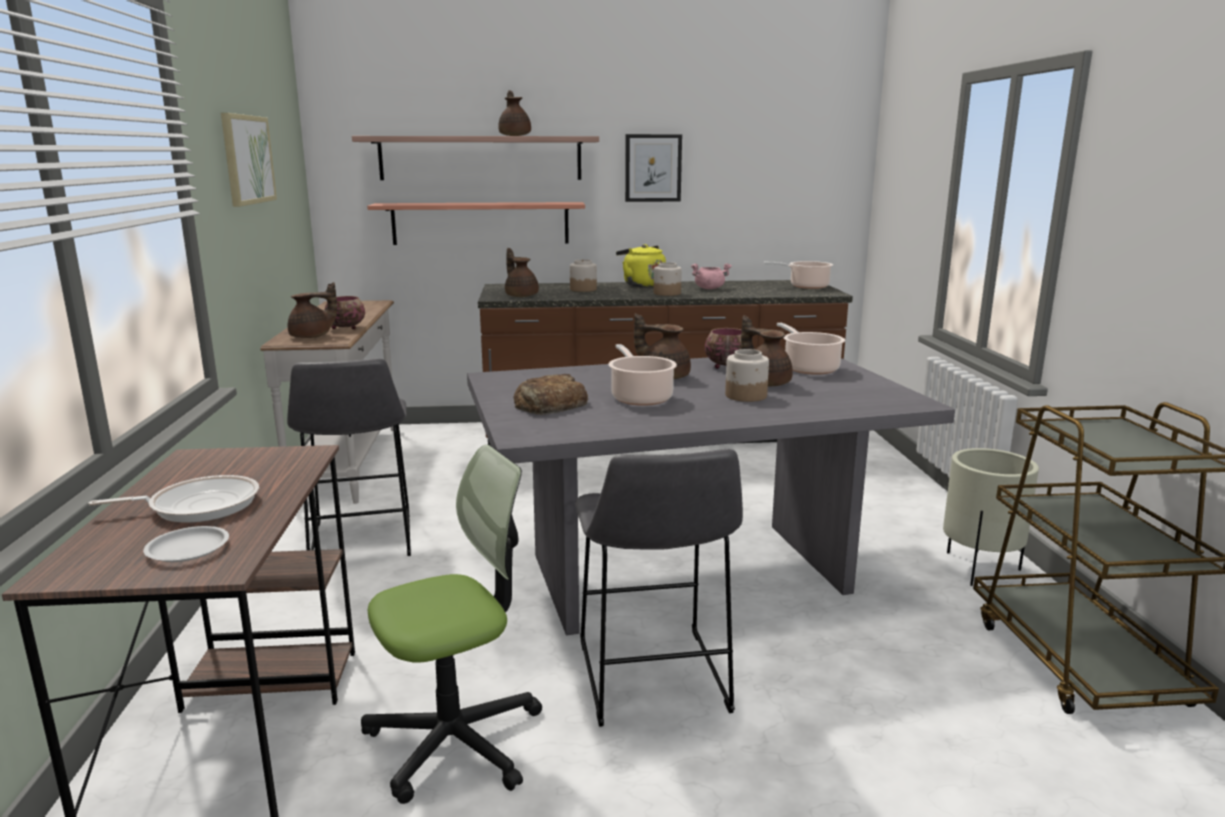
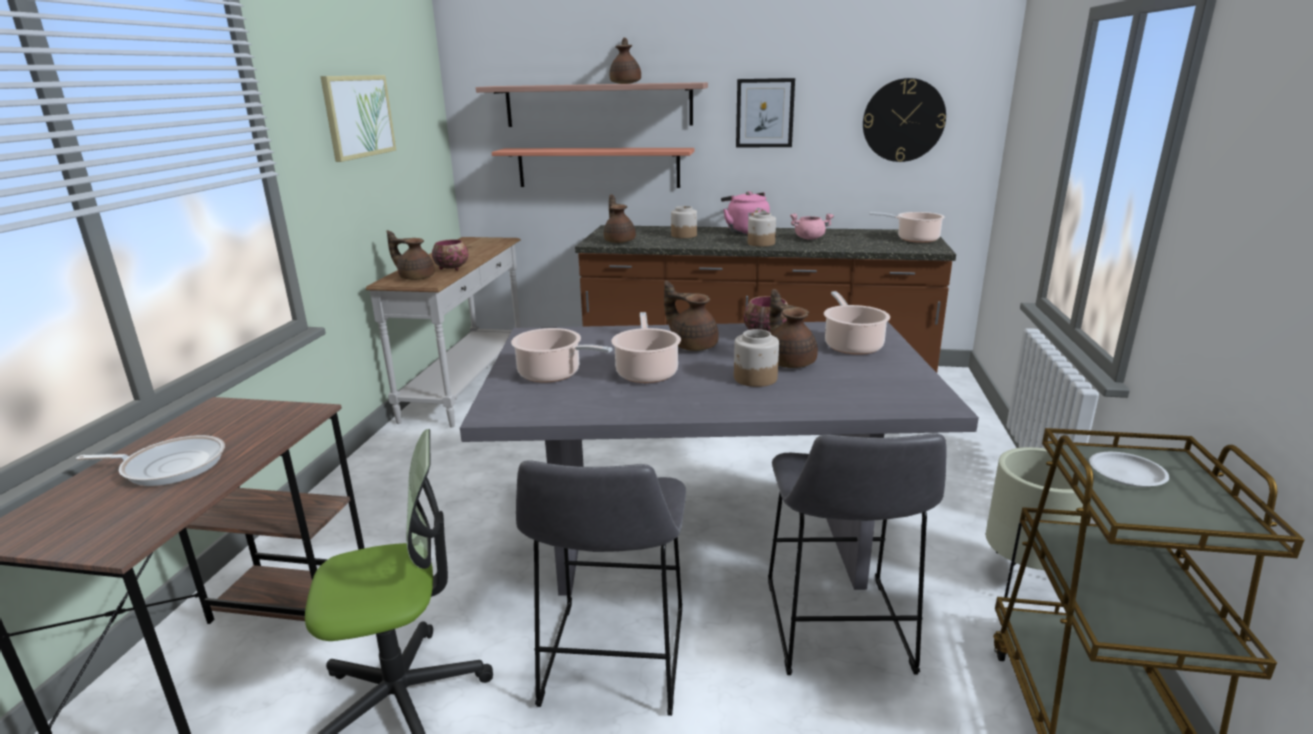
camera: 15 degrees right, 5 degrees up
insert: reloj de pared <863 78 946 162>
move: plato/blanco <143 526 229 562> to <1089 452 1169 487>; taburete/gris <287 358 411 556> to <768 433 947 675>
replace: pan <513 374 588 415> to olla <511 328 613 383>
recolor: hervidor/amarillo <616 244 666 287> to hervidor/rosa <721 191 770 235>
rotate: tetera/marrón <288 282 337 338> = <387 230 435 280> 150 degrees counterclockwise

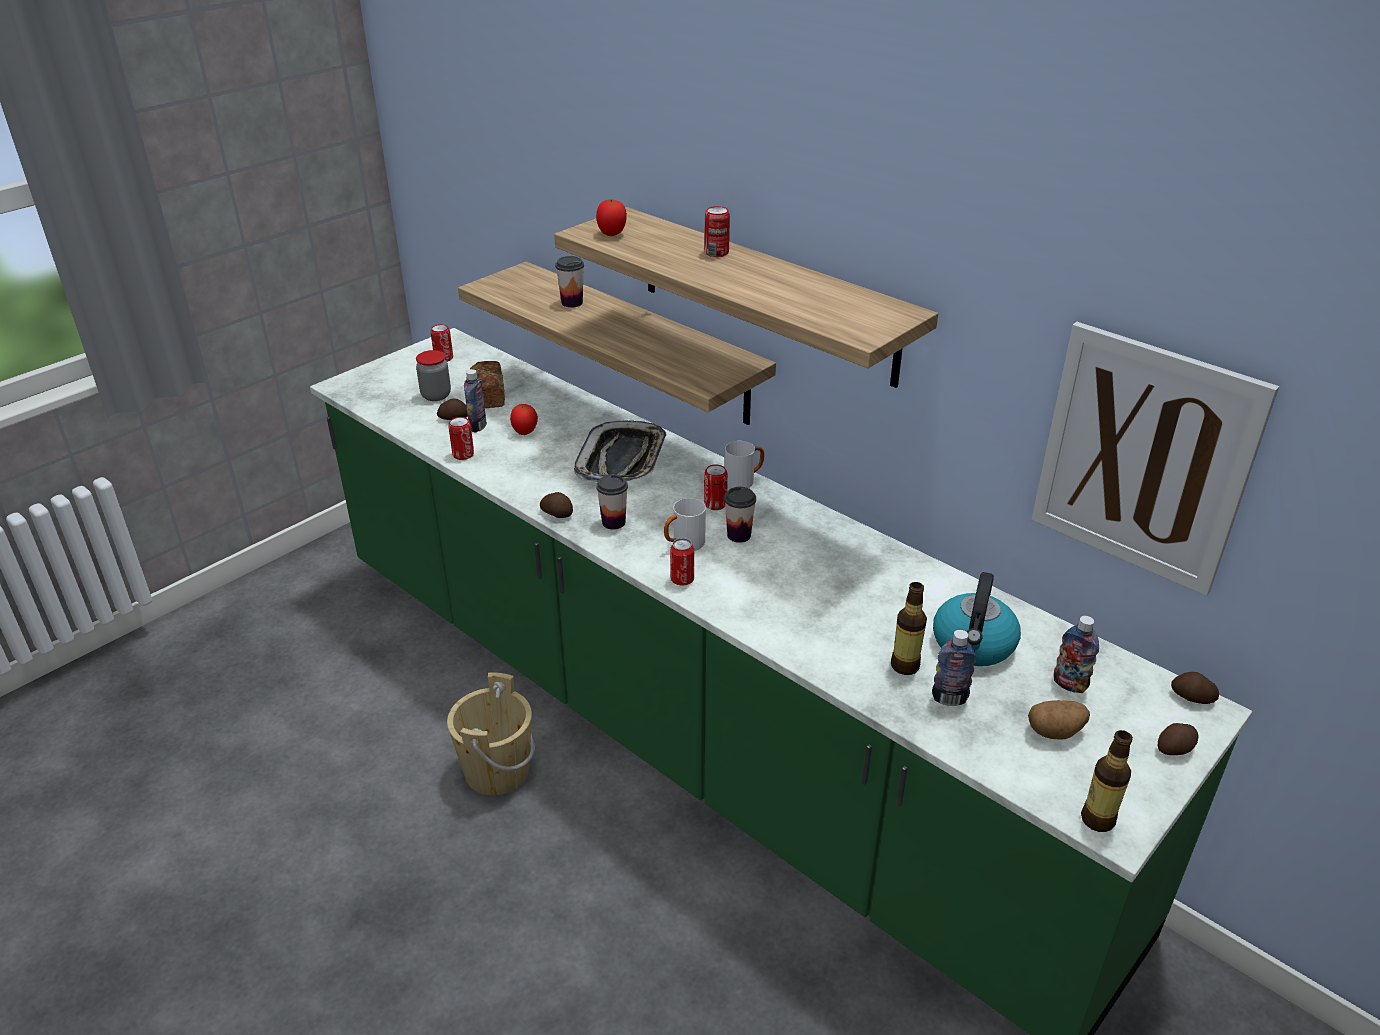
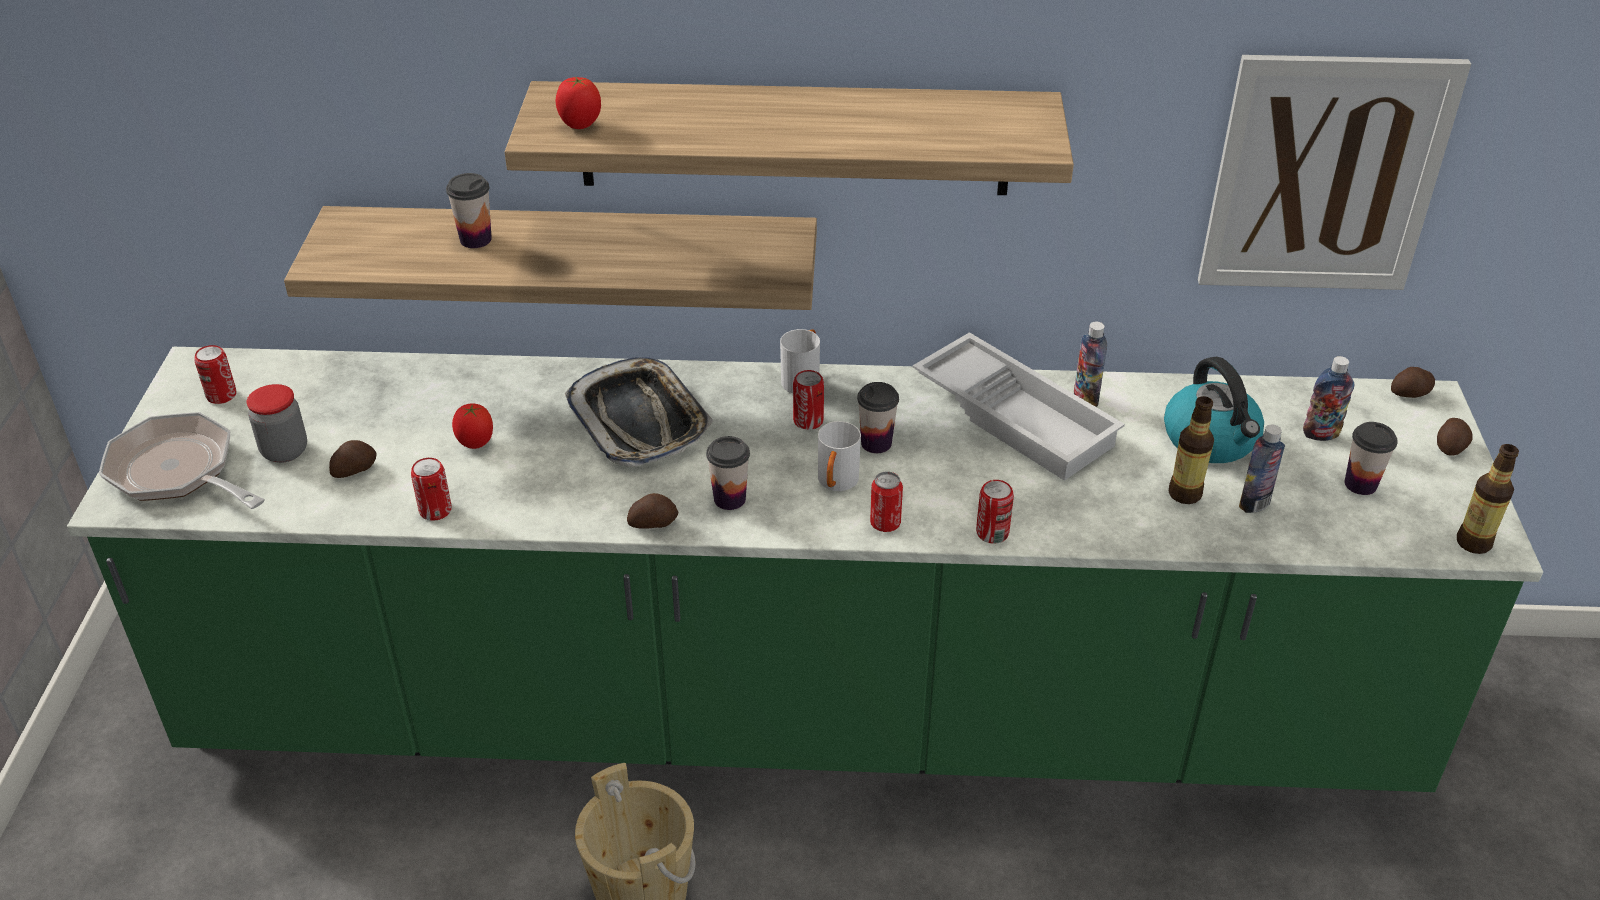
camera: 40 degrees left, 5 degrees up
delete: pan <470 361 505 408>
insert: sartén <99 412 265 509>; bandeja/blanco <913 332 1125 481>
move: botella <464 369 487 433> to <1074 321 1107 407>; lata <704 206 730 257> to <976 480 1014 544>
replace: patata <1028 700 1090 739> to taza <1344 422 1398 495>

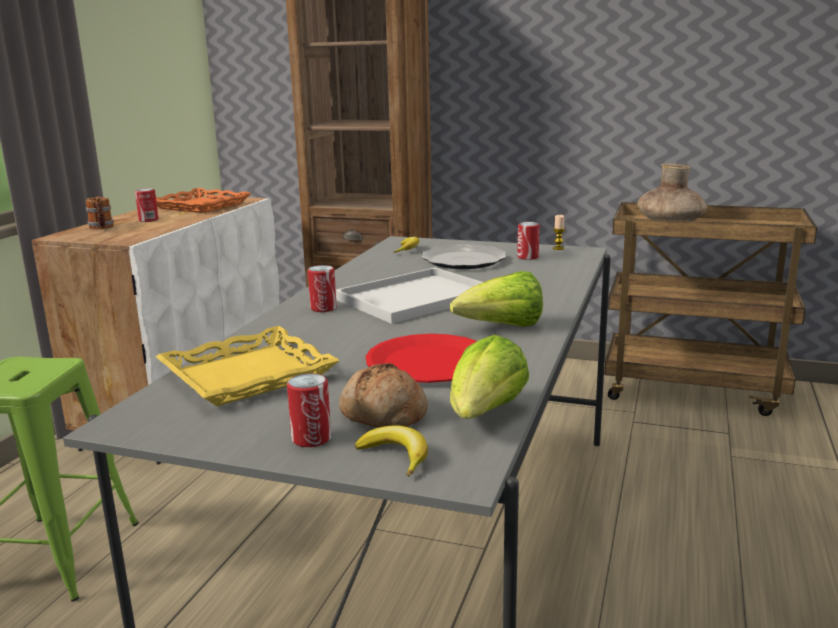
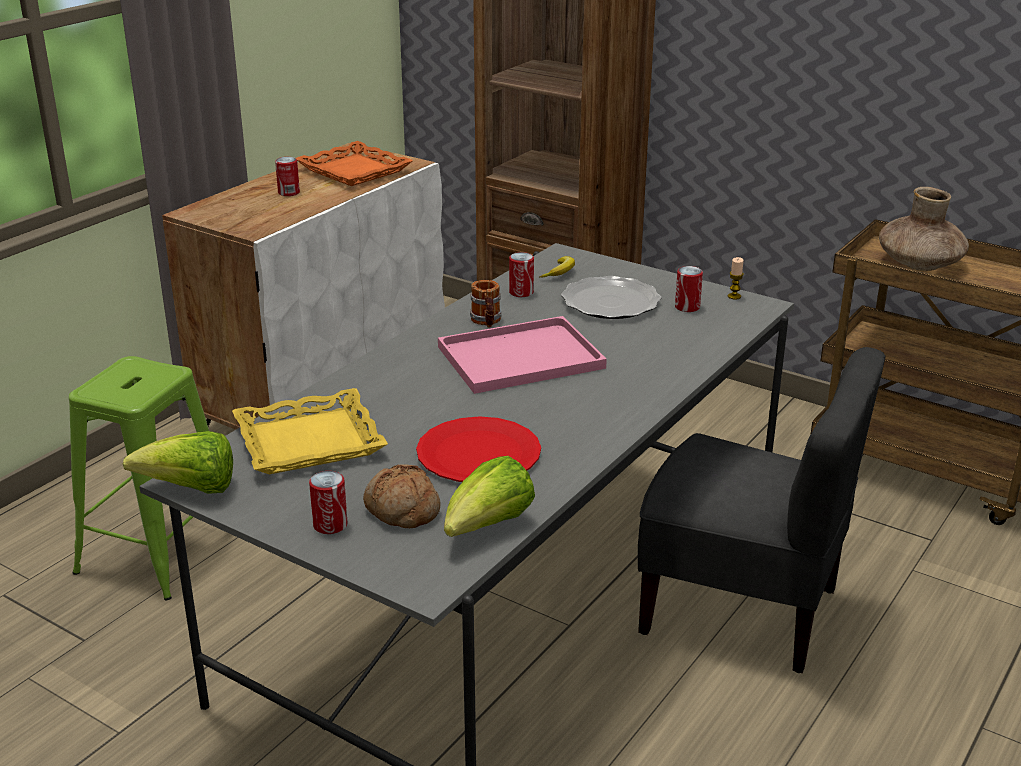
camera: 15 degrees right, 10 degrees up
delete: plátano <355 425 428 476>
insert: silla/gris <638 347 886 673>
move: taza grande <86 197 114 230> to <470 280 502 328>; lata <308 265 337 312> to <509 252 534 297>; lechuga <450 271 543 327> to <123 431 233 494>
recolor: bandeja/blanco <336 267 483 324> to bandeja/rosa <438 316 607 394>

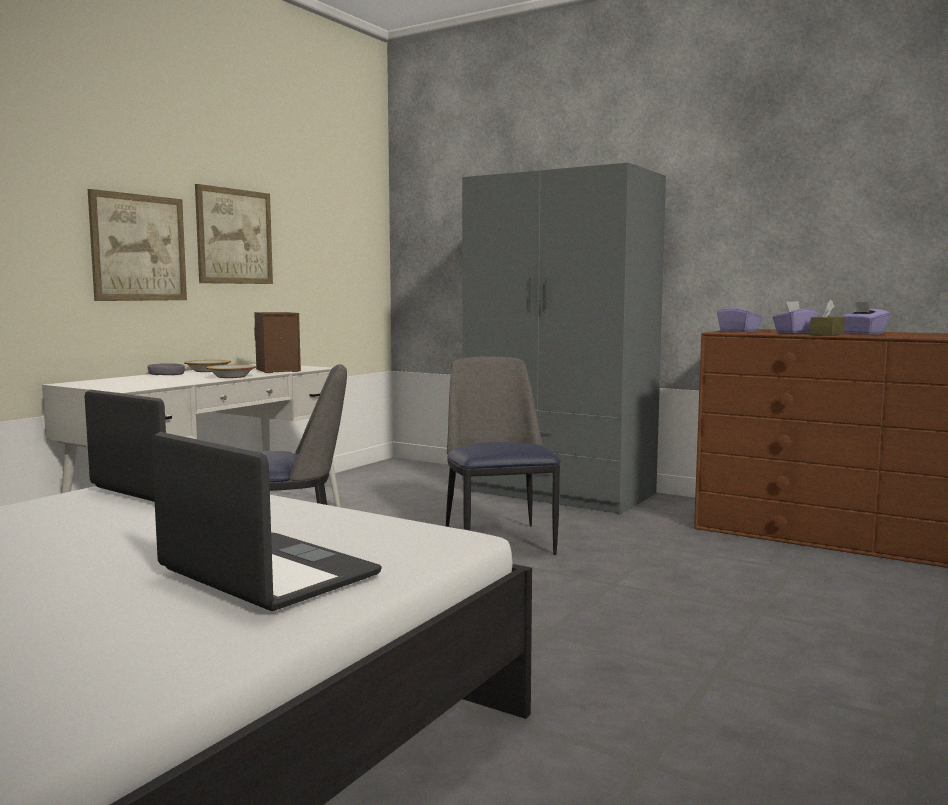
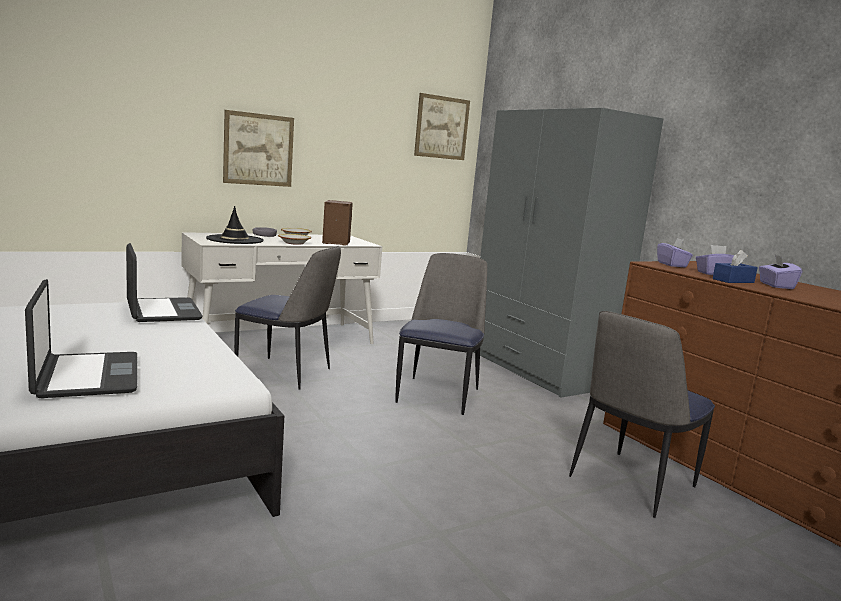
camera: 25 degrees right, 5 degrees up
insert: sombrero/negro <206 206 264 244>; silla <569 311 715 518>
move: cuadro <195 184 273 284> to <414 93 470 160>
recolor: caja de pañuelos/marrón <810 300 845 336> to caja de pañuelos/azul <713 250 758 283>

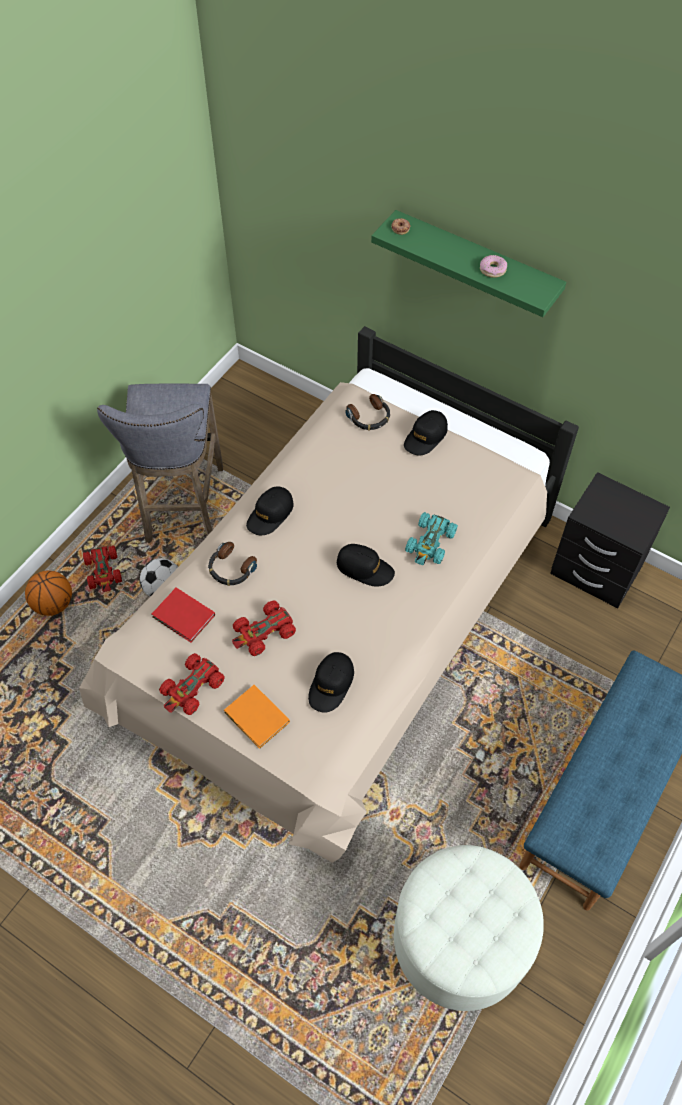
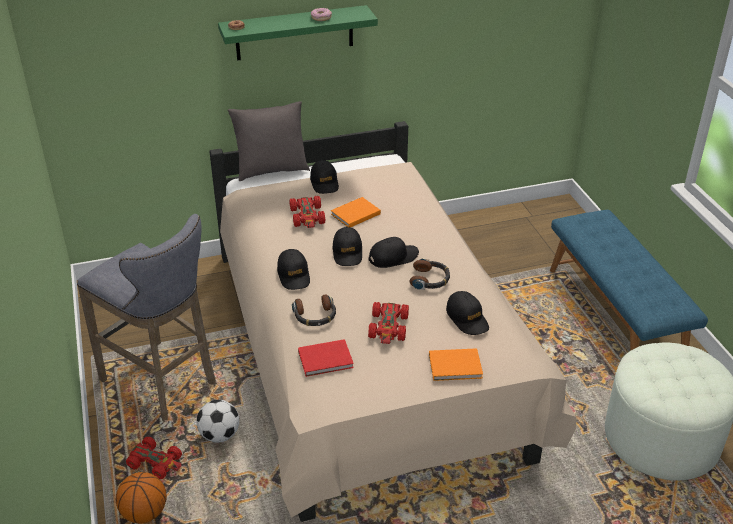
camera: 50 degrees left, 20 degrees down
delete: coche de juguete/turquesa <405 512 458 565>; mesita de noche/negro <550 472 670 608>
insert: cojín/gris <228 101 310 181>; libro/naranja <331 197 381 227>; gorra/negro <332 227 362 266>
move: coche de juguete/rojo <159 653 225 715> to <290 196 325 228>; auriculares <346 394 390 430> to <410 258 450 290>

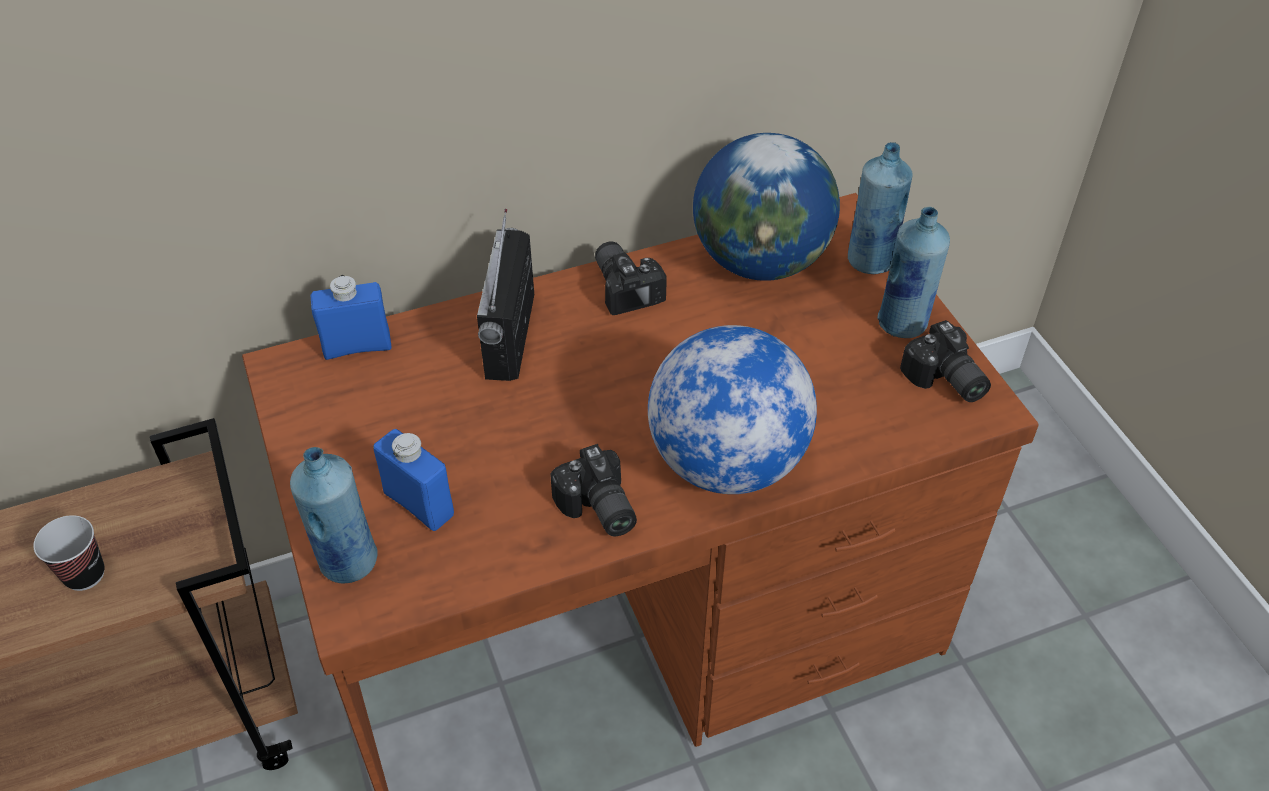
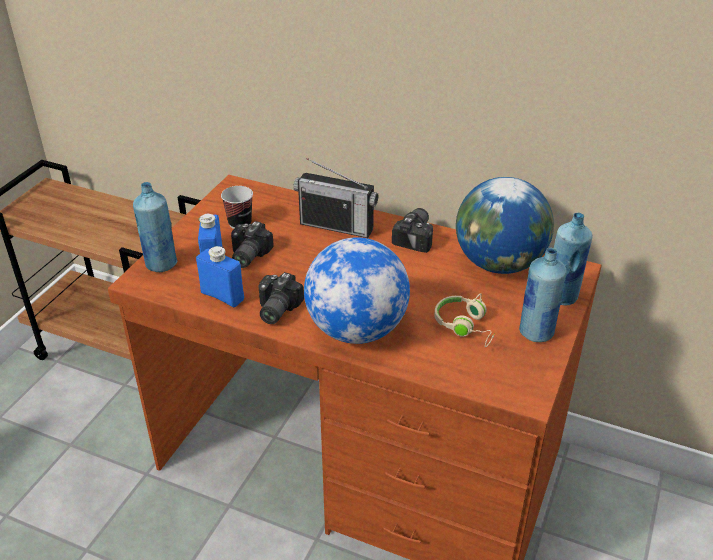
camera: 45 degrees right, 10 degrees down
insert: auriculares/beis <434 293 495 347>
move: taza <33 515 105 591> to <221 186 253 229>; botella/azul <311 275 391 360> to <196 246 244 307>; cámara <900 320 991 402> to <231 221 274 268>
rotate: radio <477 209 534 381> = <293 158 378 238> 120 degrees counterclockwise

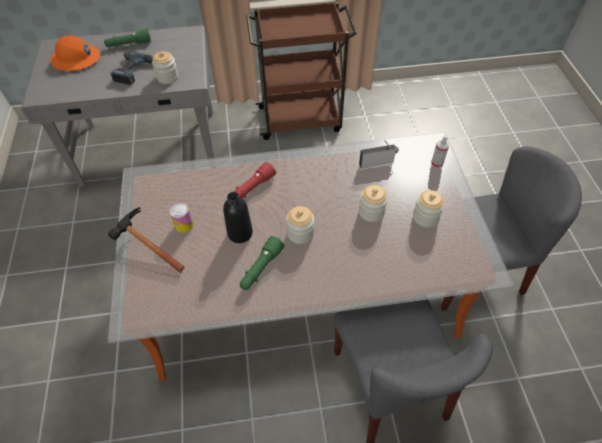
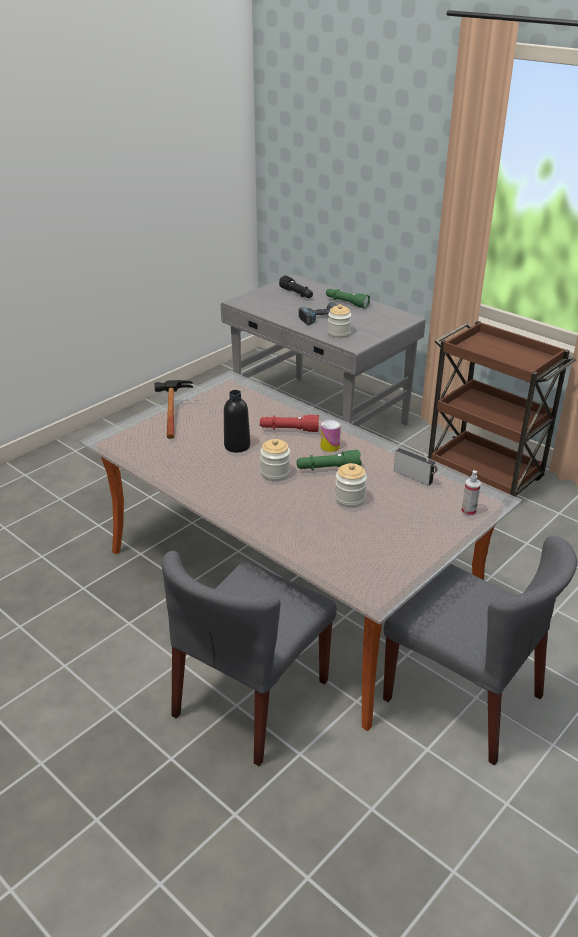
camera: 50 degrees right, 20 degrees down
delete: tarro <413 190 445 228>
move: lata <169 203 193 233> to <321 419 341 452>; linterna/verde <240 236 285 290> to <297 450 361 470>
replace: casco/naranja <50 35 100 71> to linterna/negro <279 275 313 298>

